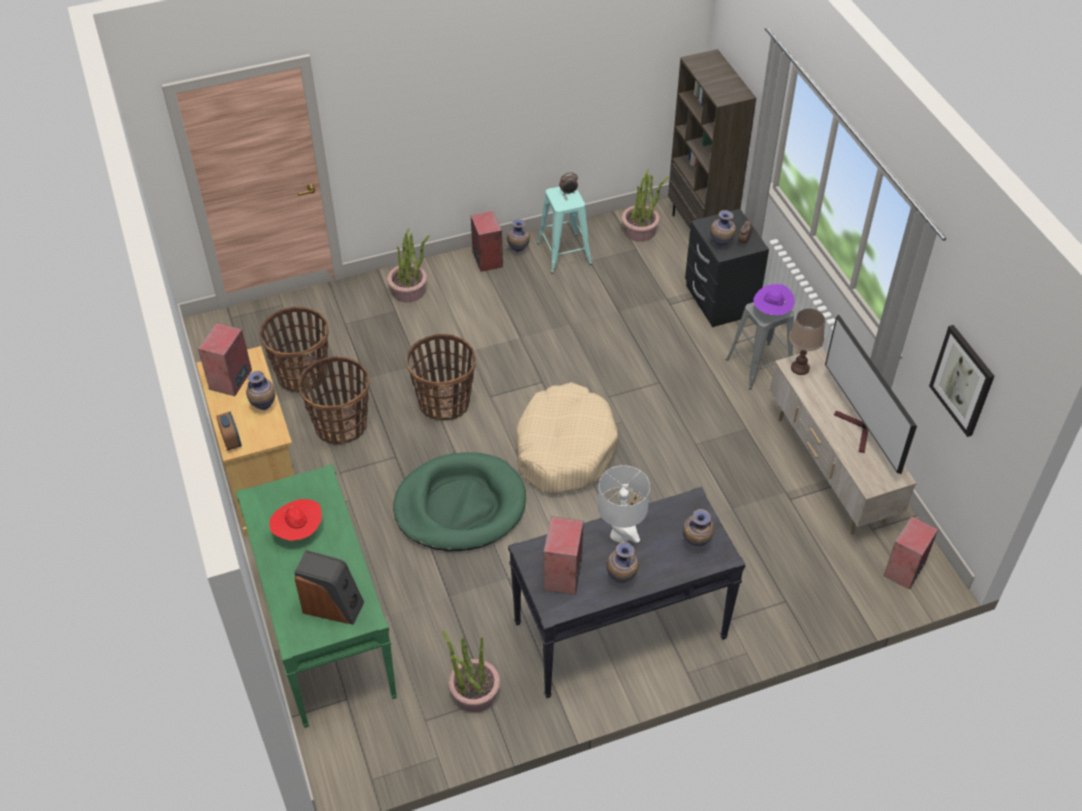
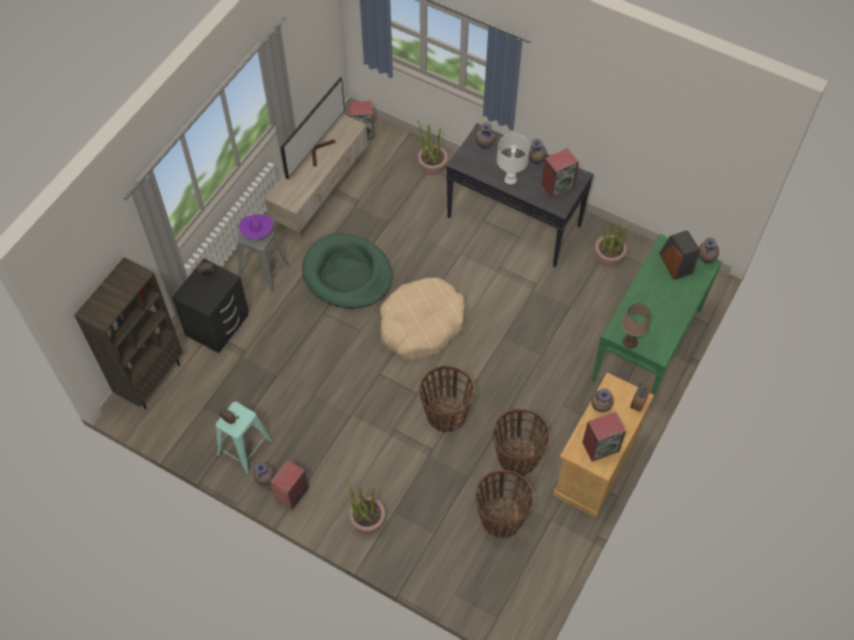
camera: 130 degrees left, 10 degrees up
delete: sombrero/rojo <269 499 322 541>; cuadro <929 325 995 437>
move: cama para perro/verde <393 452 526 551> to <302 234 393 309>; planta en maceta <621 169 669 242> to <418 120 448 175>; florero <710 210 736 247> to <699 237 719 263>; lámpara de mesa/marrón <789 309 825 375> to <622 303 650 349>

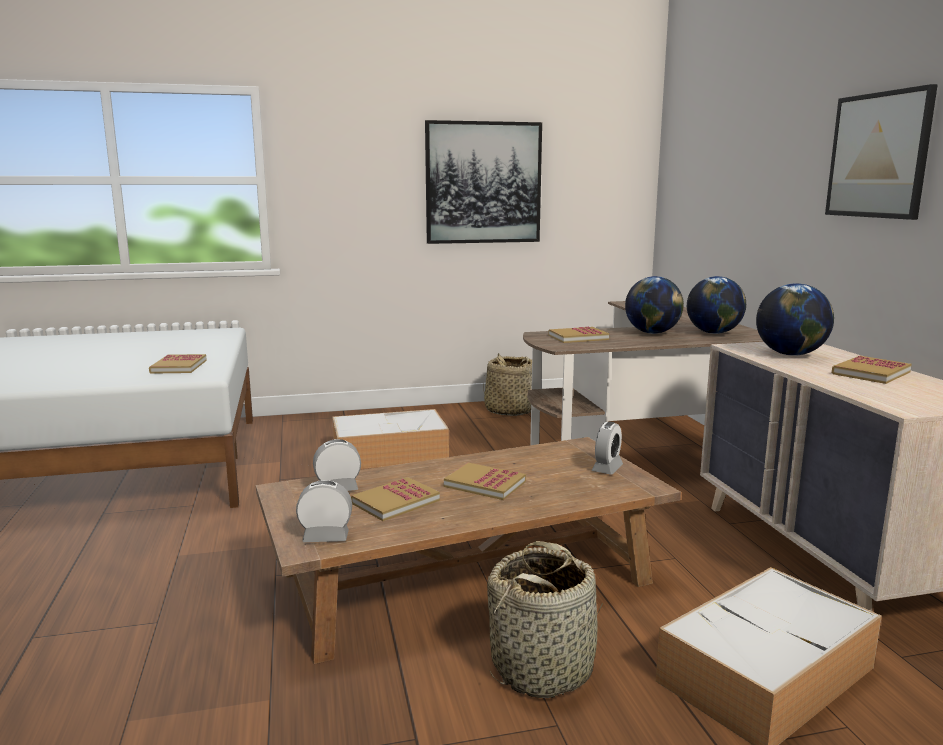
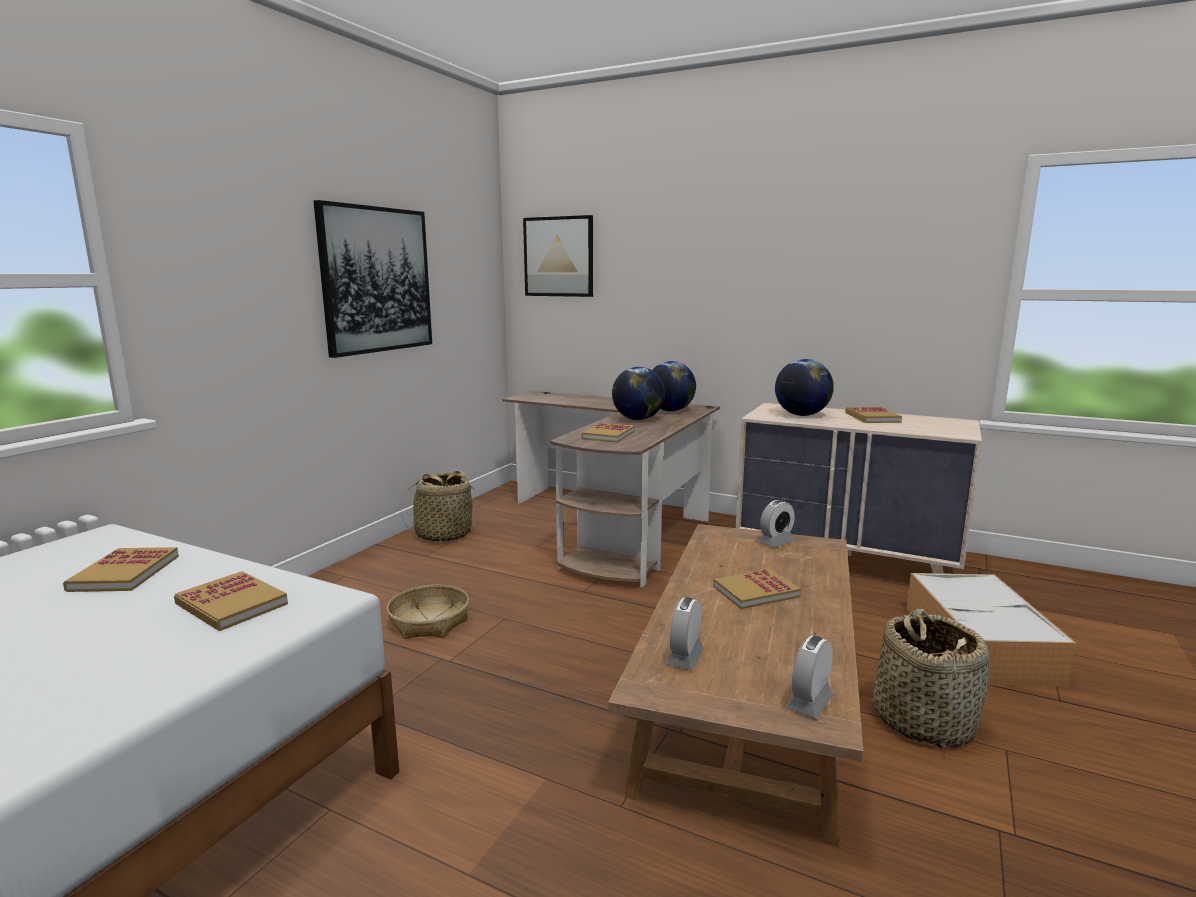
camera: 50 degrees left, 0 degrees up
move: libro <351 477 440 521> to <63 547 179 592>; cuadro <825 84 938 220> to <523 215 593 297>
replace: caja de almacenaje <332 409 449 469> to cesta <387 585 469 639>
rotate: despertador <592 422 623 475> = <759 500 795 547> 75 degrees clockwise

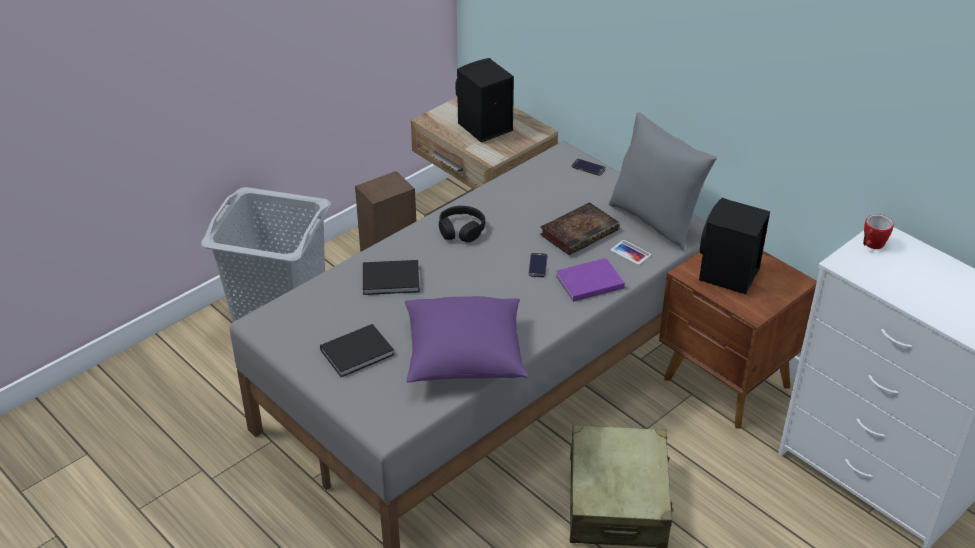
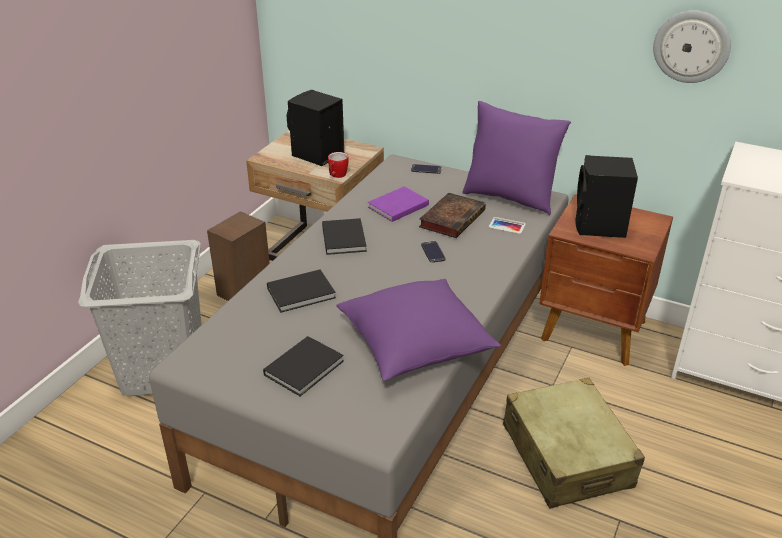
camera: 20 degrees left, 5 degrees down
insert: reloj de pared <653 10 731 83>
move: libro/morado <556 258 625 302> to <368 186 429 222>; taza grande <863 214 894 249> to <328 152 349 178>
replace: auriculares/negro <439 206 485 242> to libro/negro <322 218 367 255>
recolor: cojín/gris <609 112 717 251> to cojín/morado <462 101 571 215>

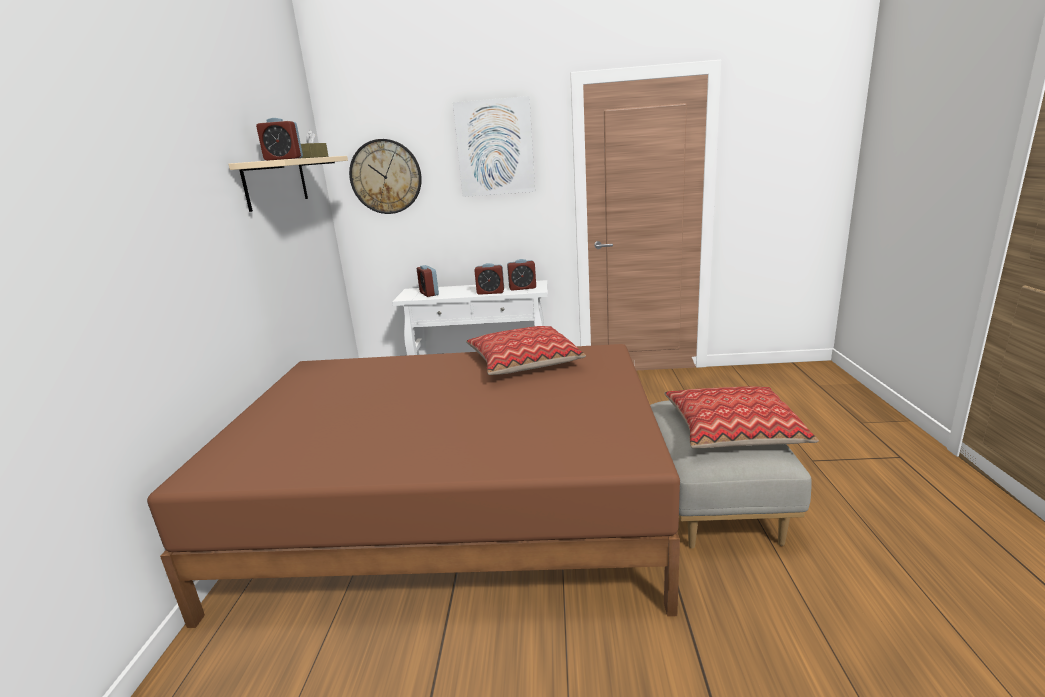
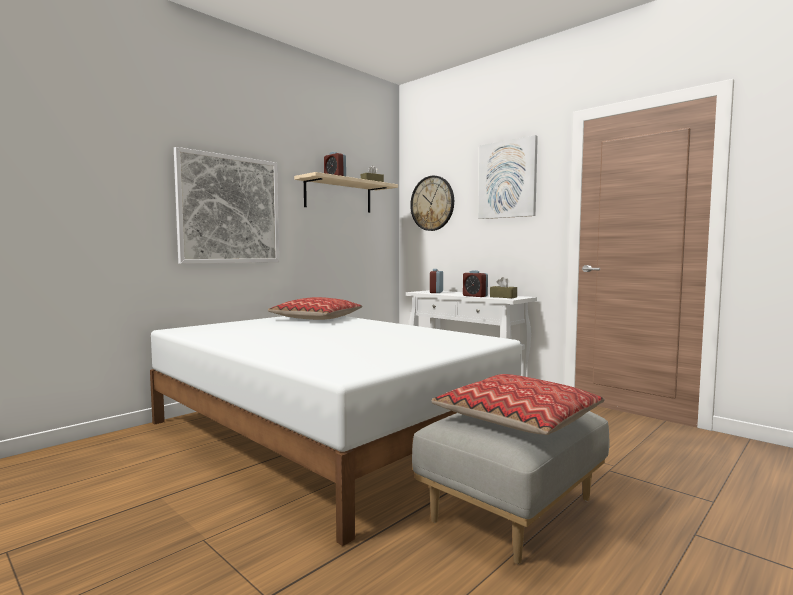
camera: 40 degrees right, 15 degrees down
insert: cuadro <174 147 279 264>
move: cojín <466 326 586 375> to <268 297 362 320>
replace: despertador <507 259 536 291> to caja de pañuelos/marrón <490 277 517 298>
recolor: cama/marrón <147 344 680 628> to cama/blanco <150 316 522 546>

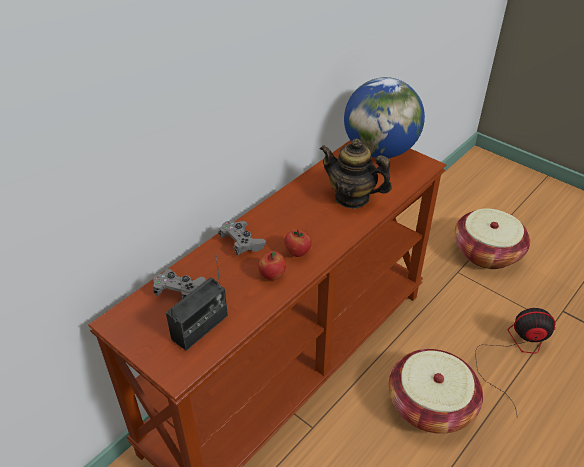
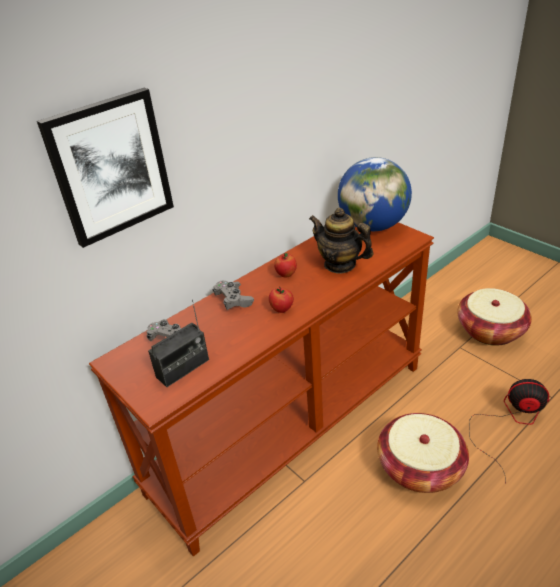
camera: 10 degrees right, 5 degrees down
insert: cuadro <37 88 174 248>
move: manzana <258 251 286 280> to <274 253 297 278>

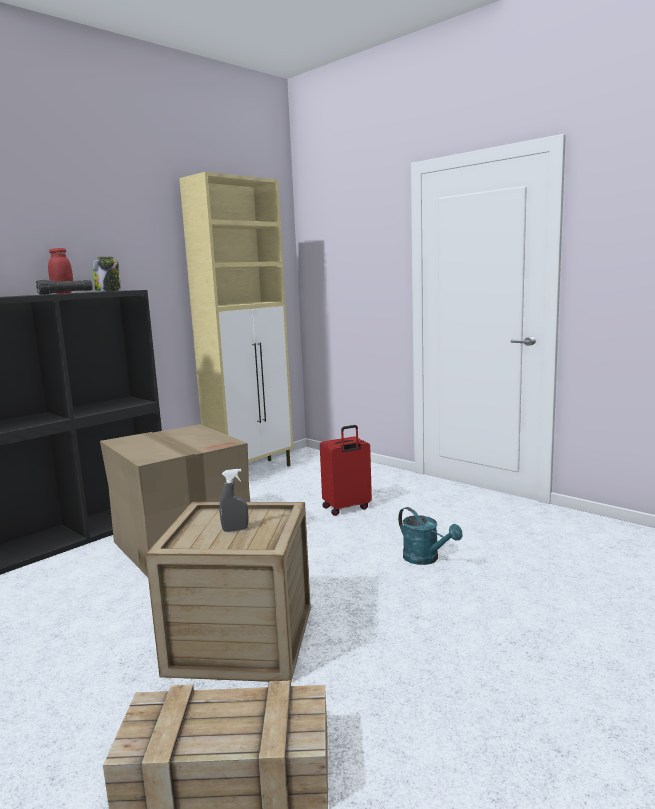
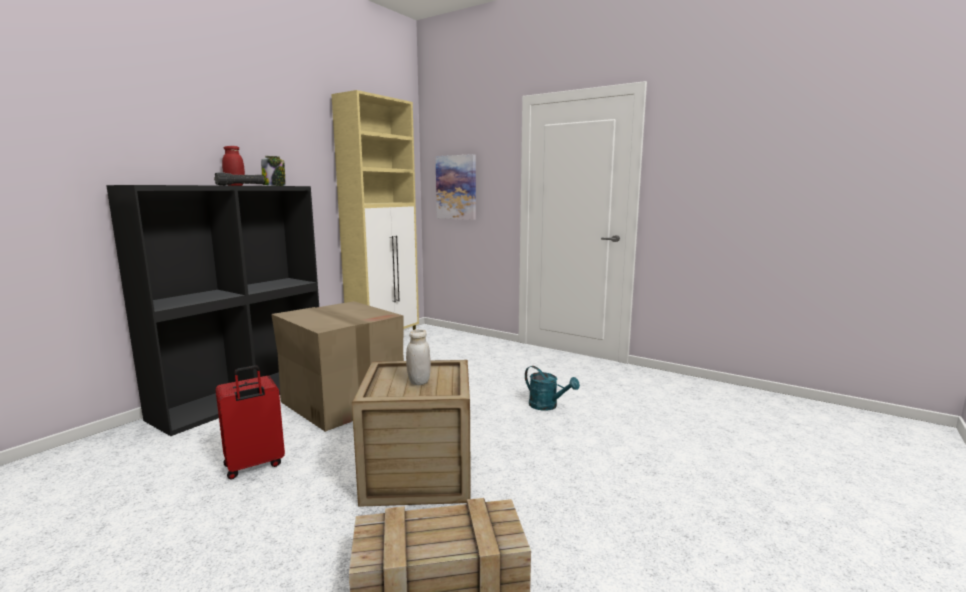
camera: 10 degrees left, 0 degrees up
insert: cuadro <436 154 476 220>
move: maleta/rojo <320 425 372 516> to <215 365 285 480>
replace: pulverizador/gris <219 469 248 532> to tarro/blanco <406 329 431 385>

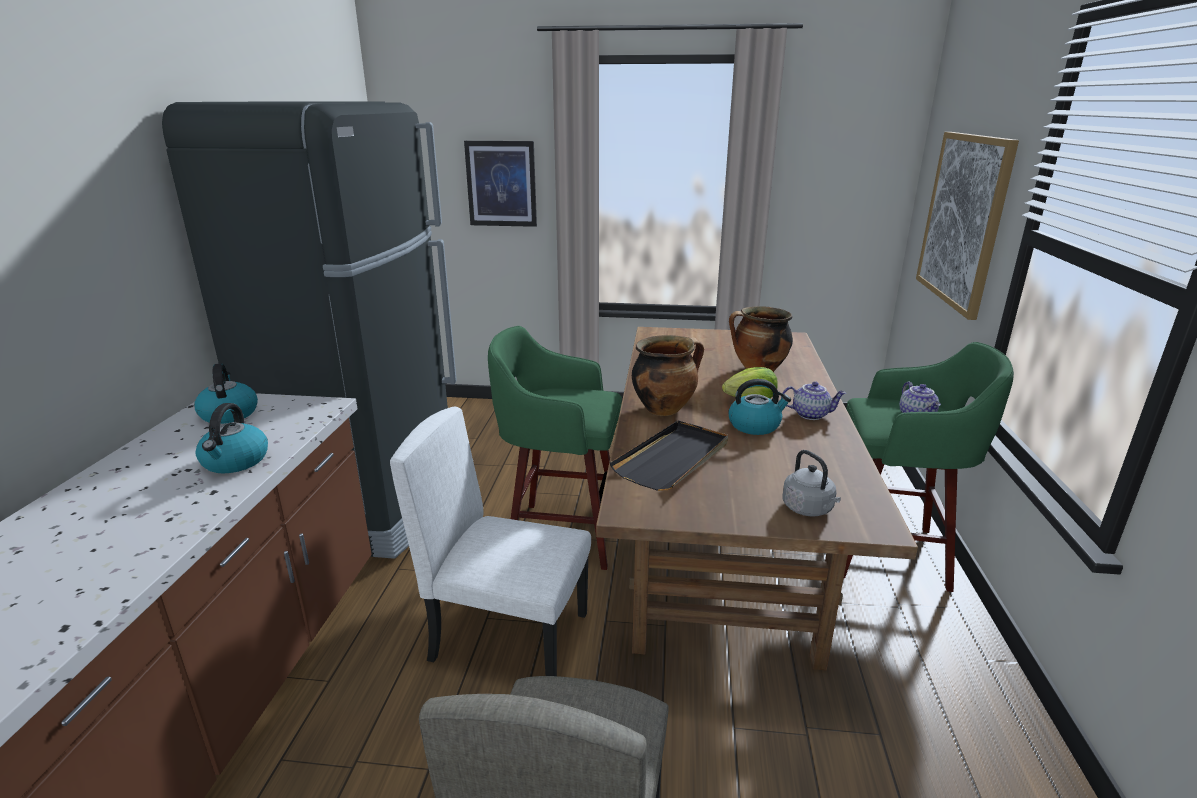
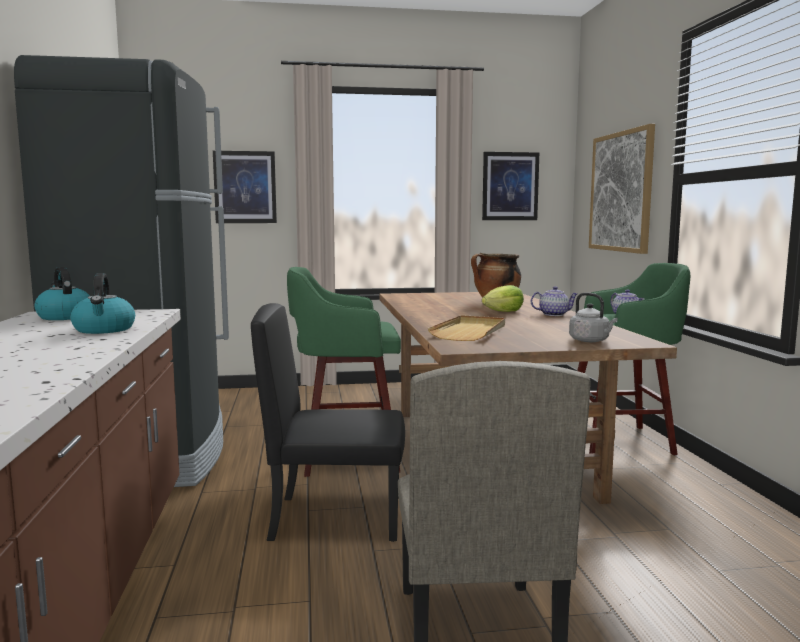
camera: 15 degrees left, 15 degrees down
delete: olla <632 335 704 416>; hervidor <728 379 791 435>
insert: cuadro <482 152 539 220>
recolor: silla/blanco <390 407 591 676> to silla/negro <251 303 405 542>; bandeja/negro <610 420 728 491> to bandeja/beis <428 315 505 341>

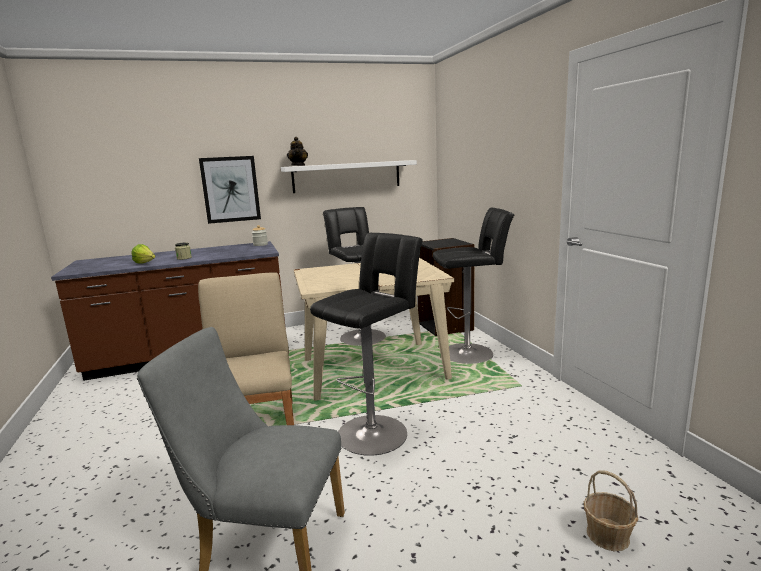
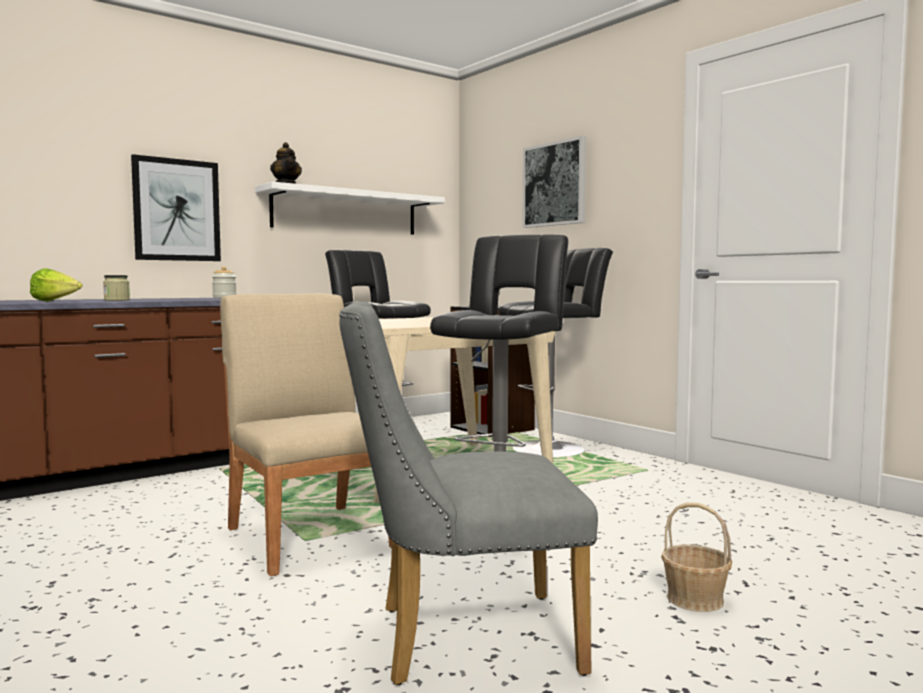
camera: 20 degrees left, 10 degrees down
insert: cuadro <522 136 586 228>
move: cesta <584 470 638 551> to <661 502 732 612>

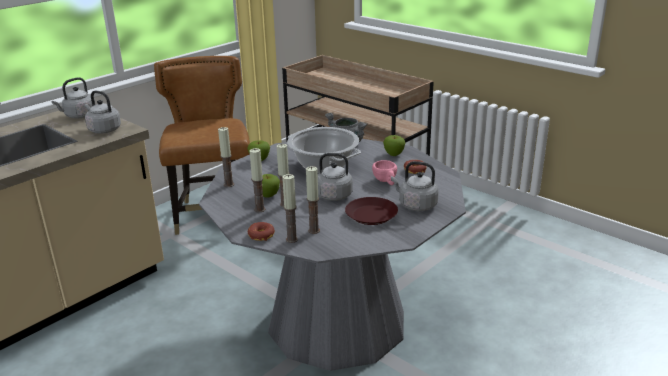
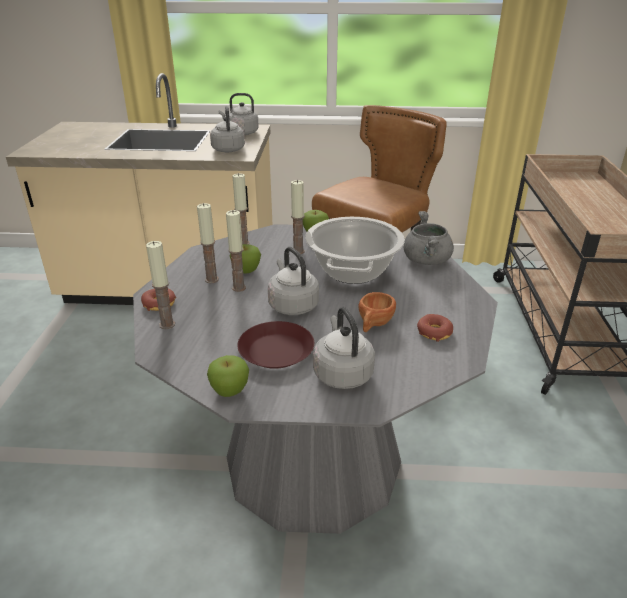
camera: 50 degrees right, 5 degrees up
move: vela <306 166 320 234> to <291 180 305 254>; manzana <383 135 405 156> to <207 355 249 397>
recolor: taza/rosa <372 160 397 185> to taza/marrón <358 292 396 332>

